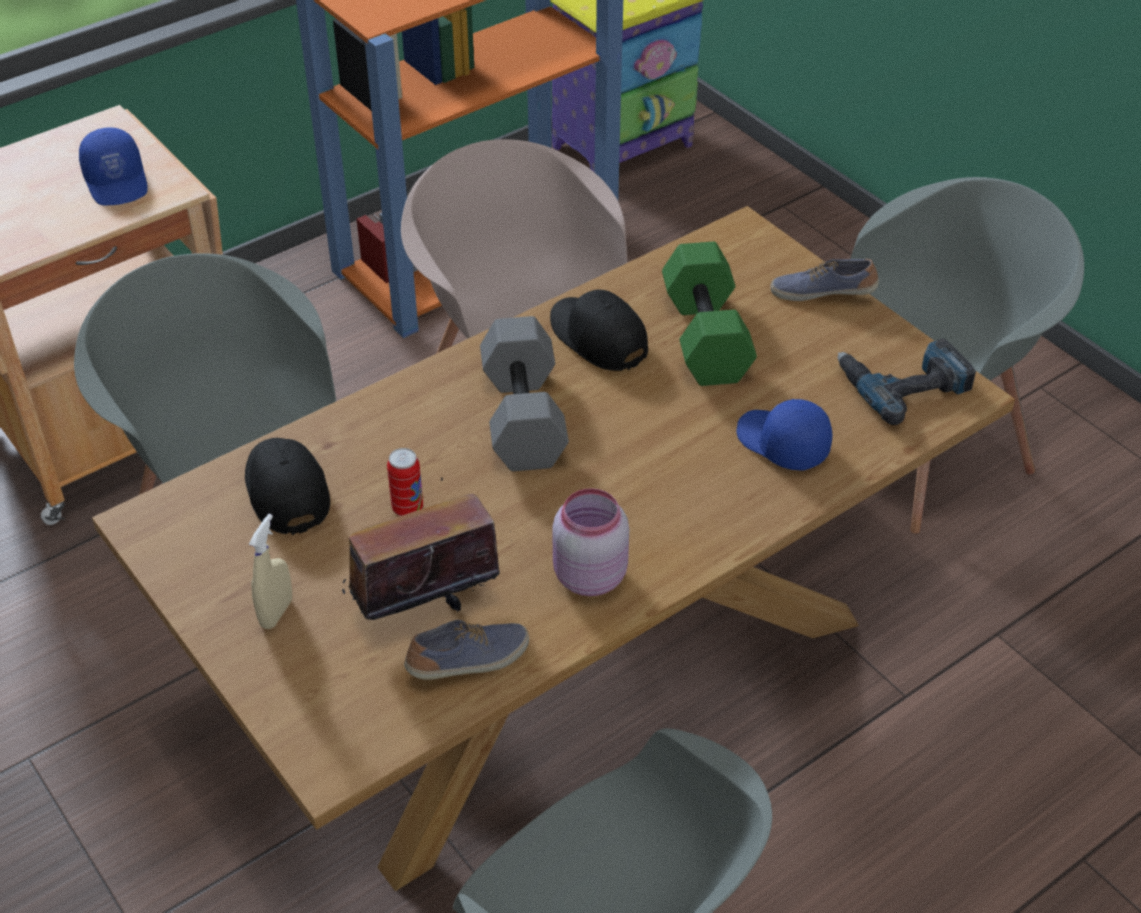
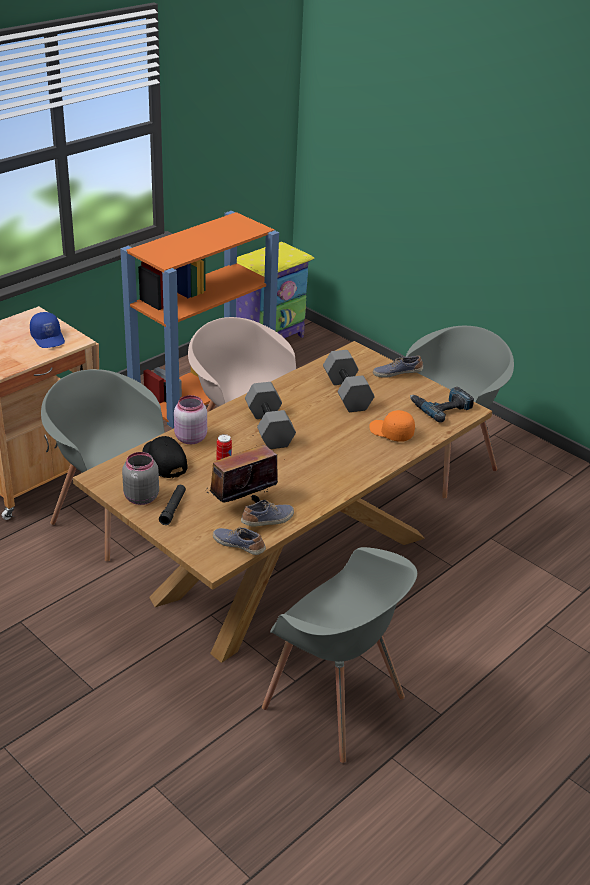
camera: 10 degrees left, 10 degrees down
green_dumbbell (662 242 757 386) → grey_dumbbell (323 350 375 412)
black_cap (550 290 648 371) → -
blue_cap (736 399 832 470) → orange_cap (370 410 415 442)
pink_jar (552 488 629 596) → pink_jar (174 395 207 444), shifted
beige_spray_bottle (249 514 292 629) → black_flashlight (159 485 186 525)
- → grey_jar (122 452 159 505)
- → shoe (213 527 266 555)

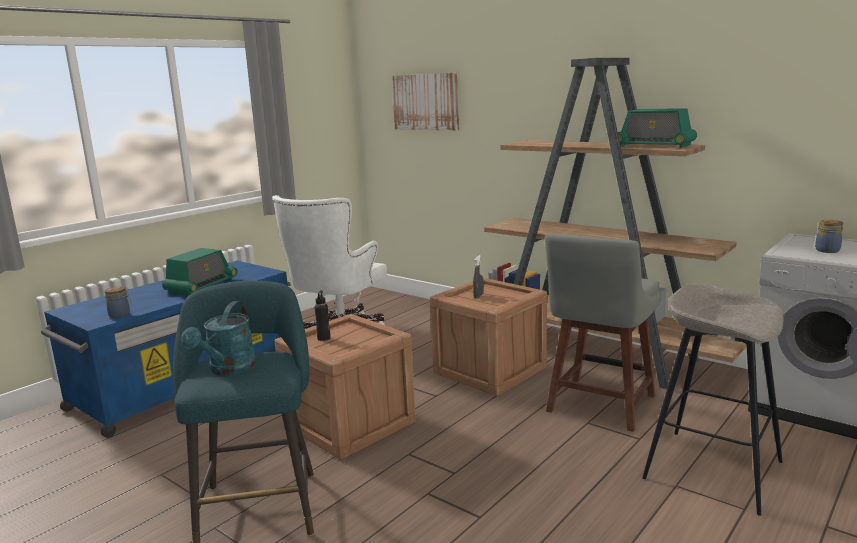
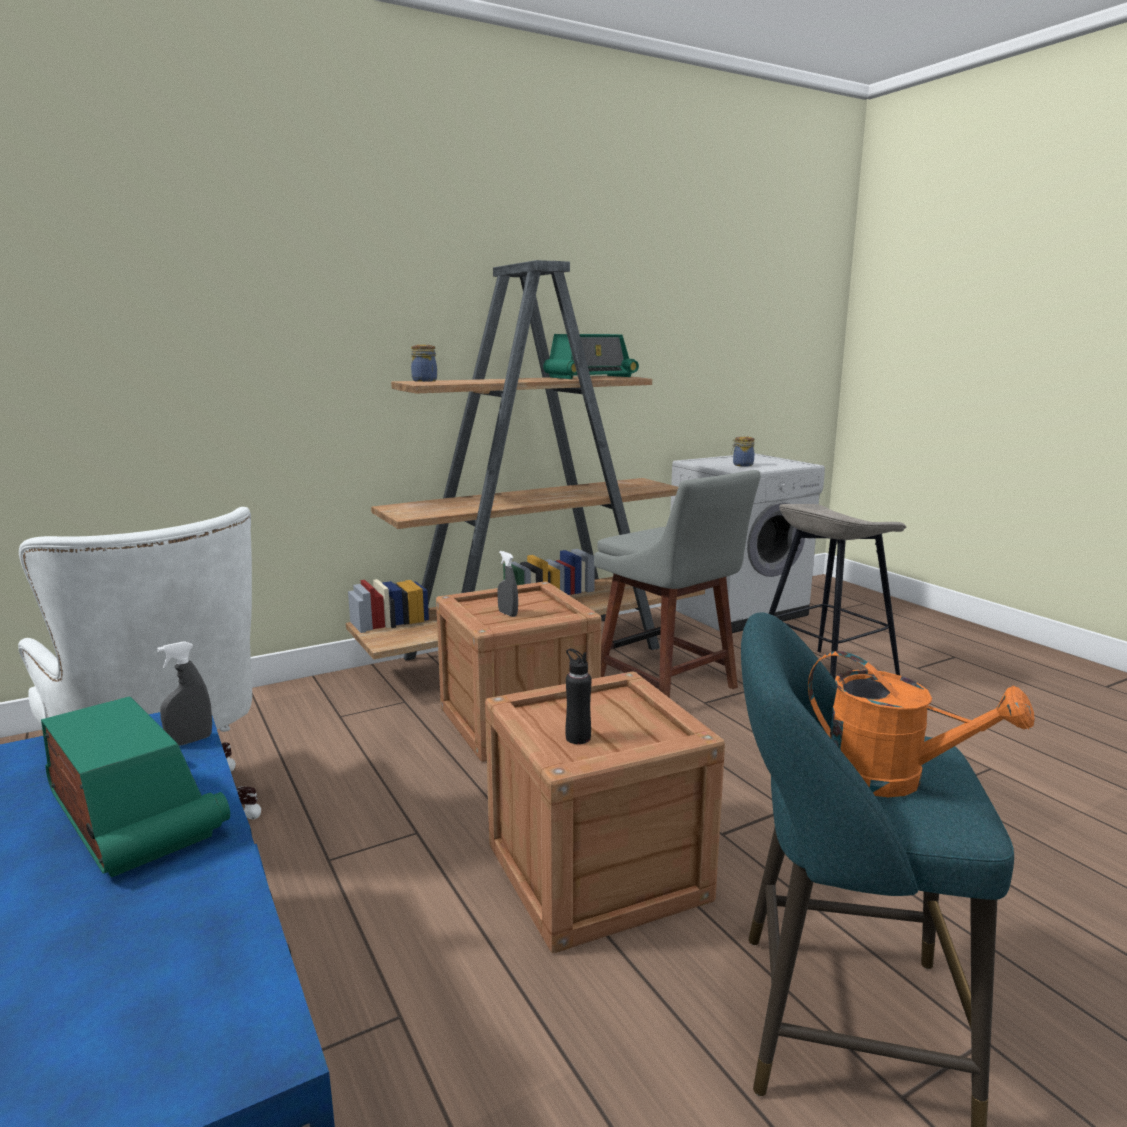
camera: 70 degrees left, 0 degrees up
picture (392 72 459 130) → -
jar (105 286 131 318) → jar (411 345 437 382), shifted
turquoise_watering_can (181 301 256 376) → orange_watering_can (808 651 1035 797)
- → grey_spray_bottle (157 641 212 746)

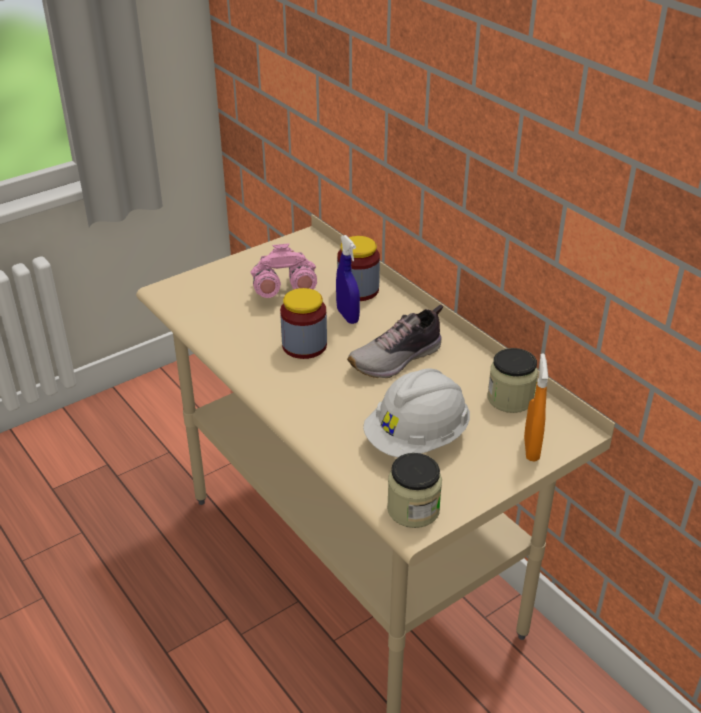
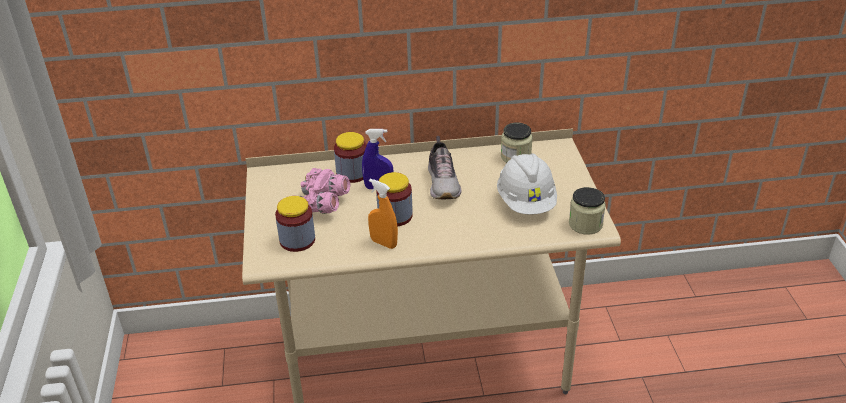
camera: 60 degrees left, 0 degrees up
orange_spray_bottle (524 353 548 461) → orange_spray_bottle (368 179 398 249), shifted
- → jar (275 196 315 252)

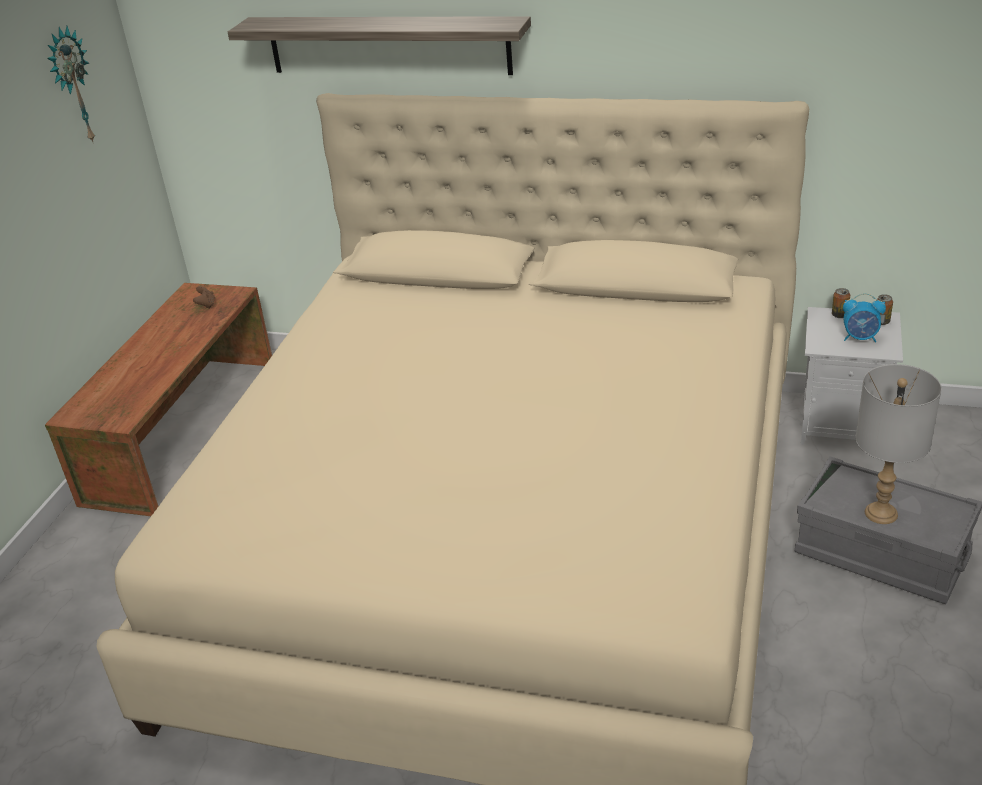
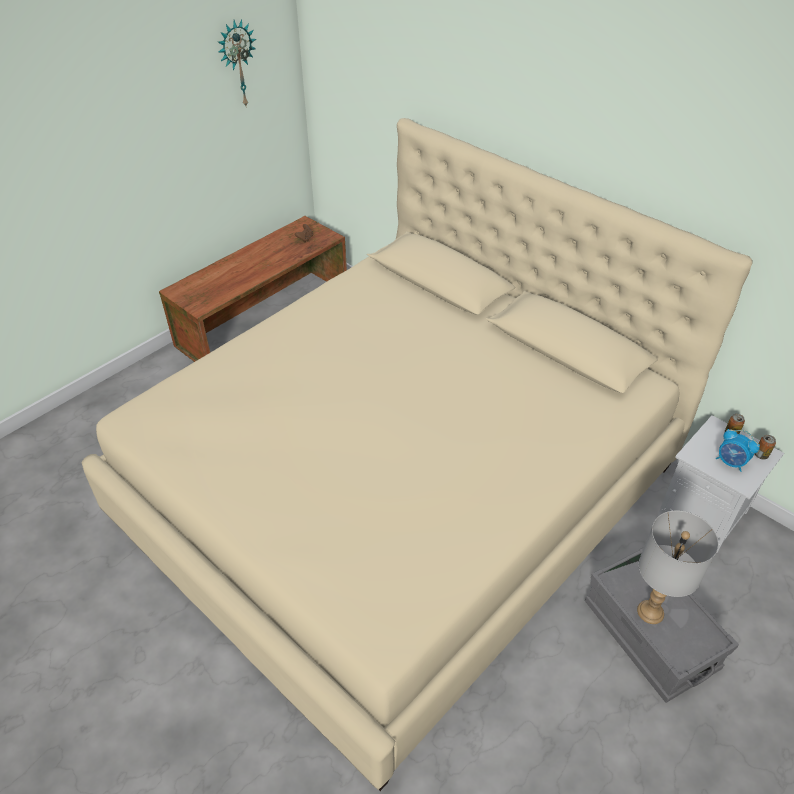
camera: 25 degrees right, 10 degrees up
shelf (228 16 531 75) → -

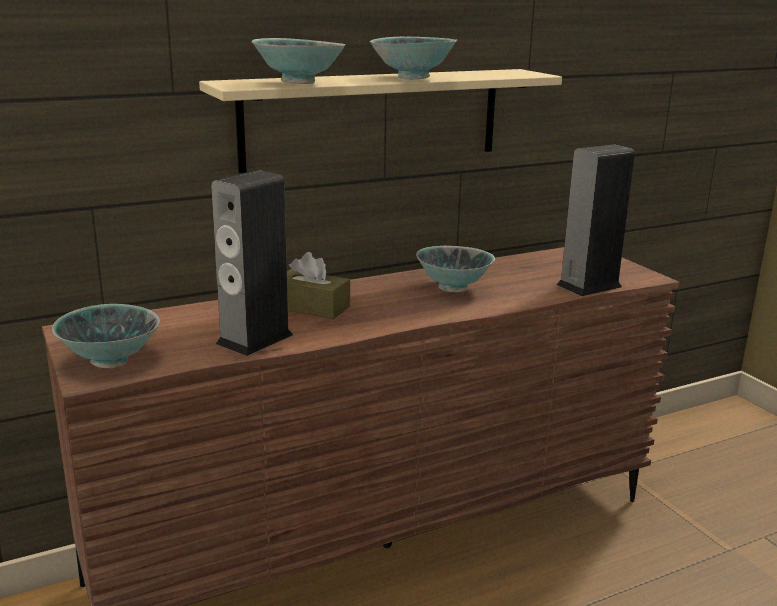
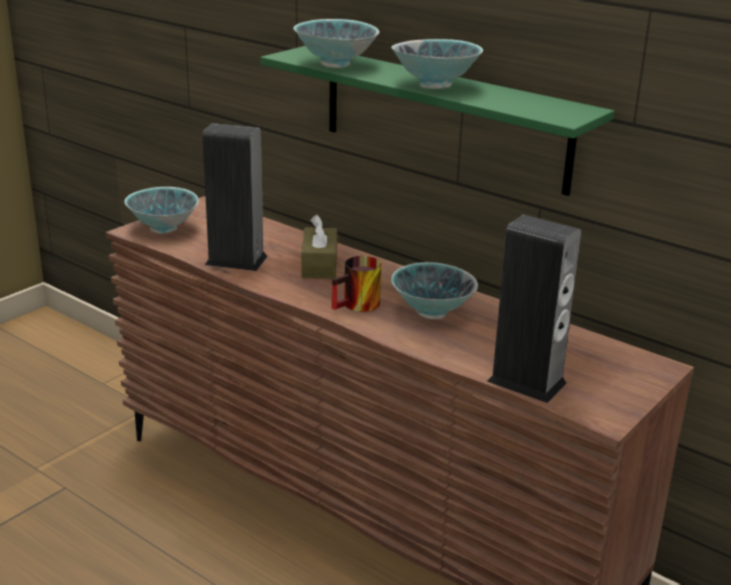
camera: 65 degrees right, 5 degrees up
beige_shelf (199 69 562 173) → green_shelf (260 46 615 196)
- → mug (332 256 381 312)

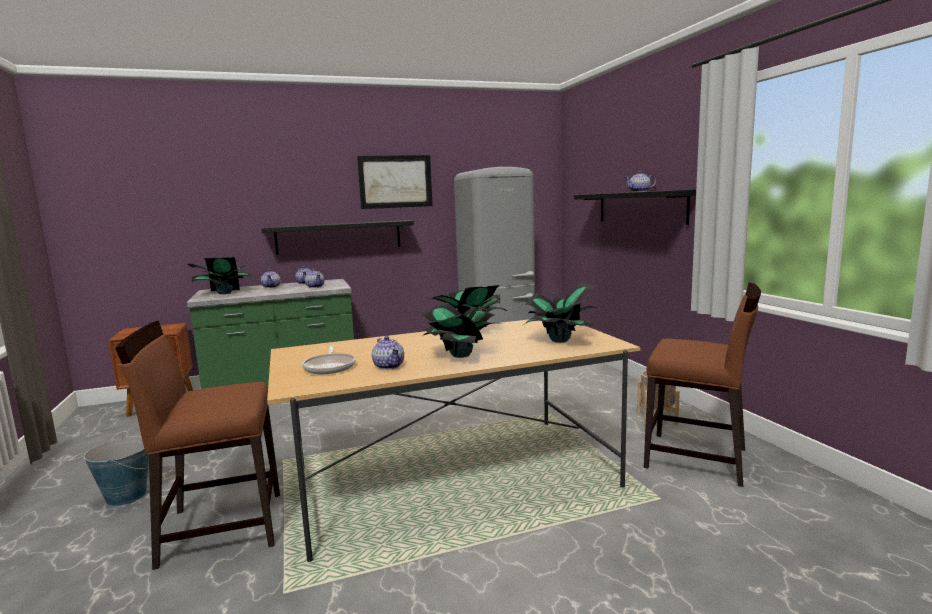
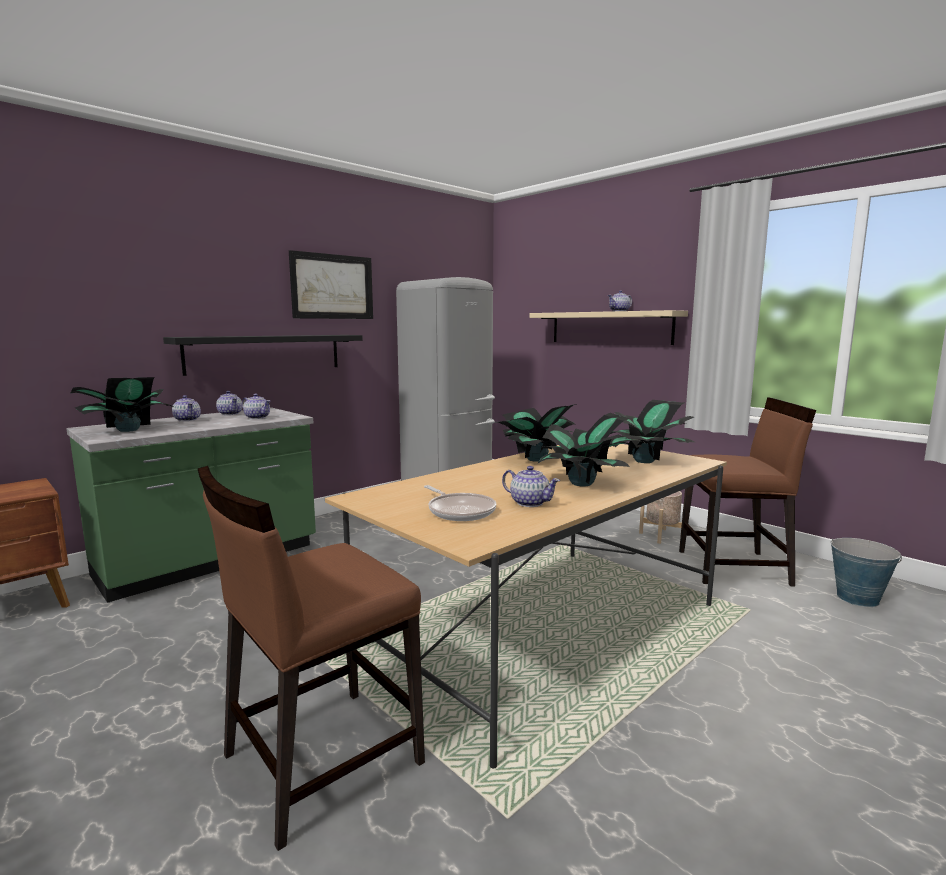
camera: 25 degrees left, 0 degrees up
black_shelf (574 190 696 225) → beige_shelf (530 310 688 345)
bucket (84 435 149 506) → bucket (831 538 902 607), shifted

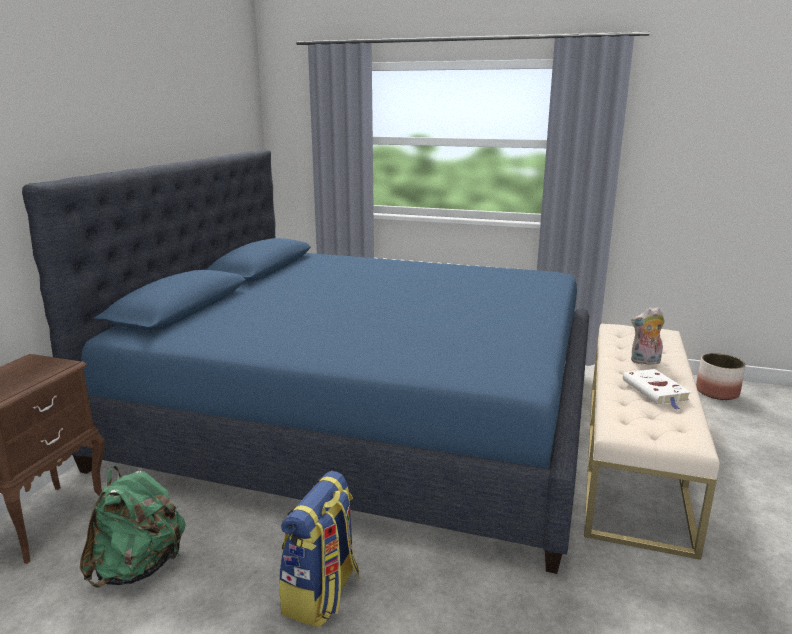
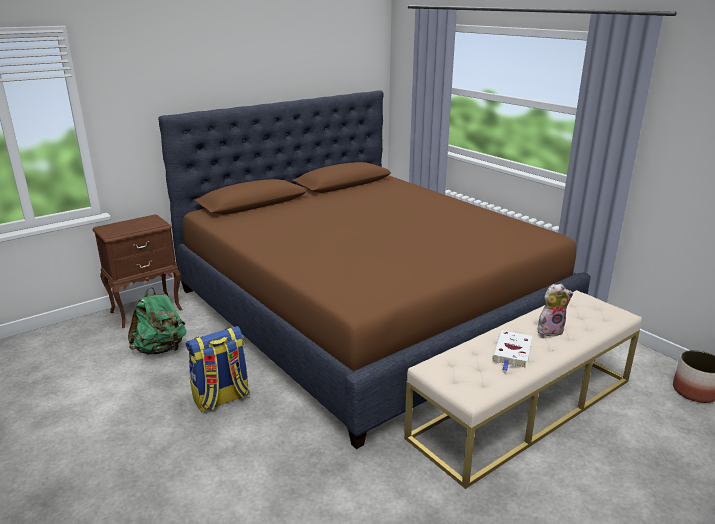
camera: 35 degrees right, 5 degrees up
blue_bed (22 149 589 574) → brown_bed (158 90 591 449)
plush_toy (631 307 665 365) → plush_toy (538 284 573 337), 135 degrees clockwise

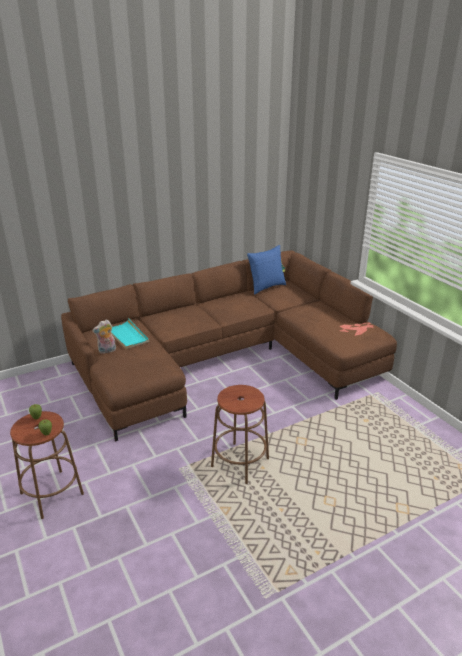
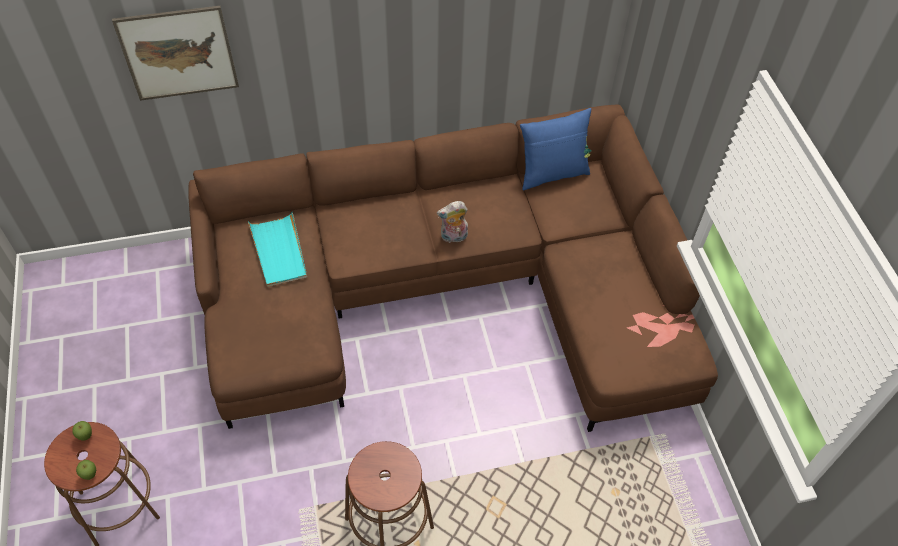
camera: 15 degrees right, 25 degrees up
plush_toy (92 319 116 354) → plush_toy (437 201 468 243), shifted
- → picture (112 6 239 101)

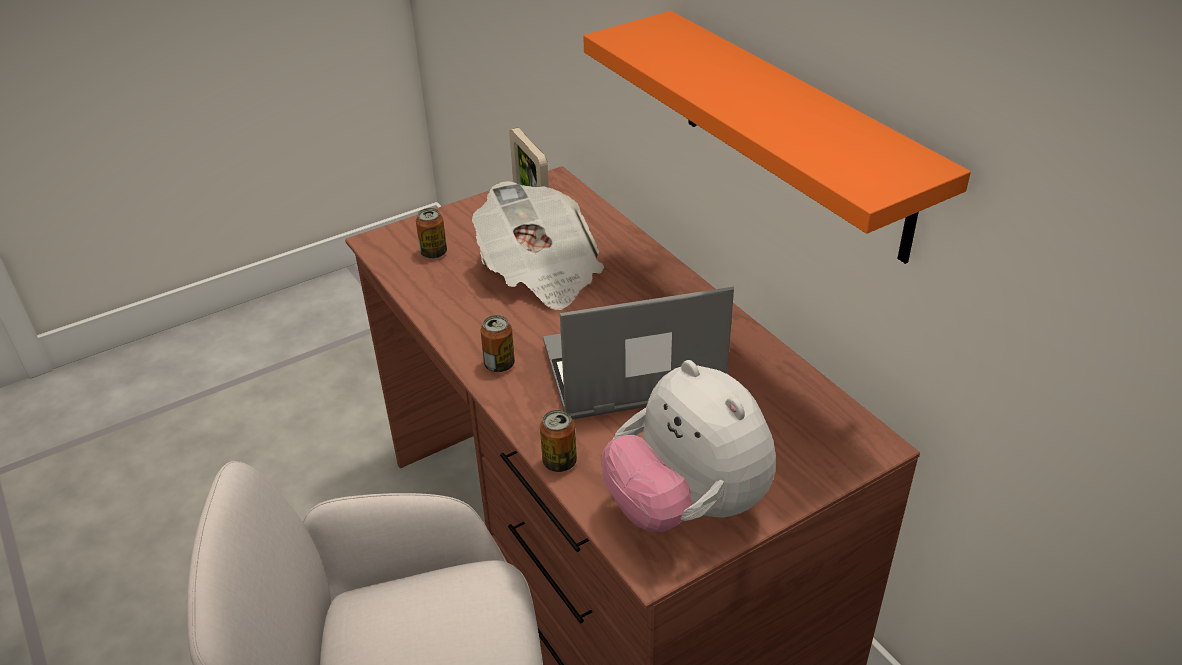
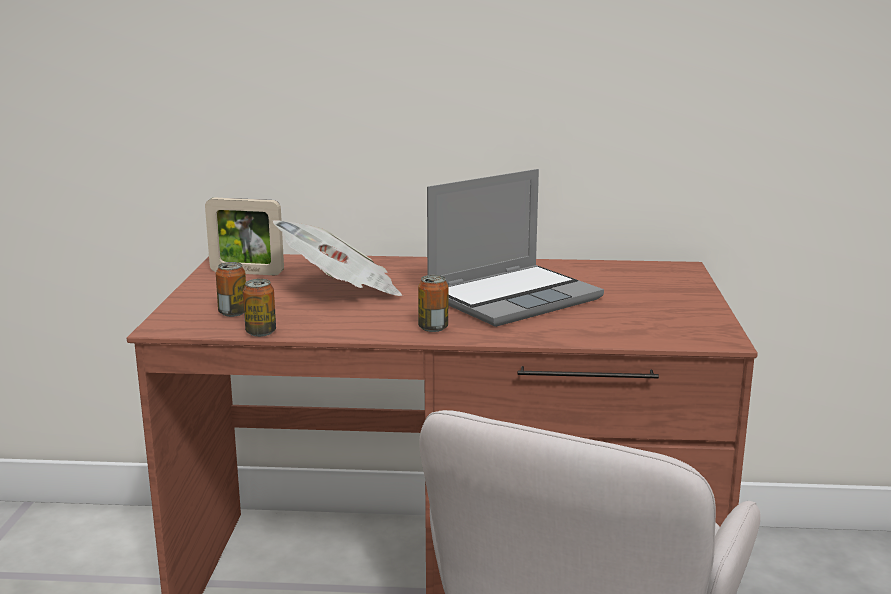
camera: 55 degrees left, 20 degrees down
orange_shelf (583 11 971 264) → -
laptop (543 287 734 419) → laptop (427 169 604 327), 150 degrees counterclockwise
plush_toy (602 360 776 532) → -
can (540 410 577 472) → can (243 279 276 337), shifted

